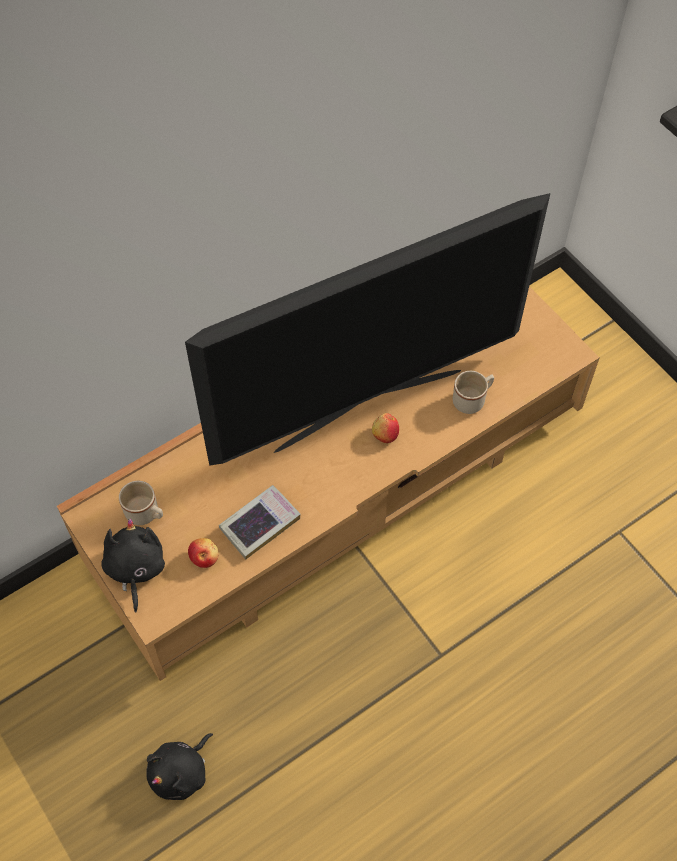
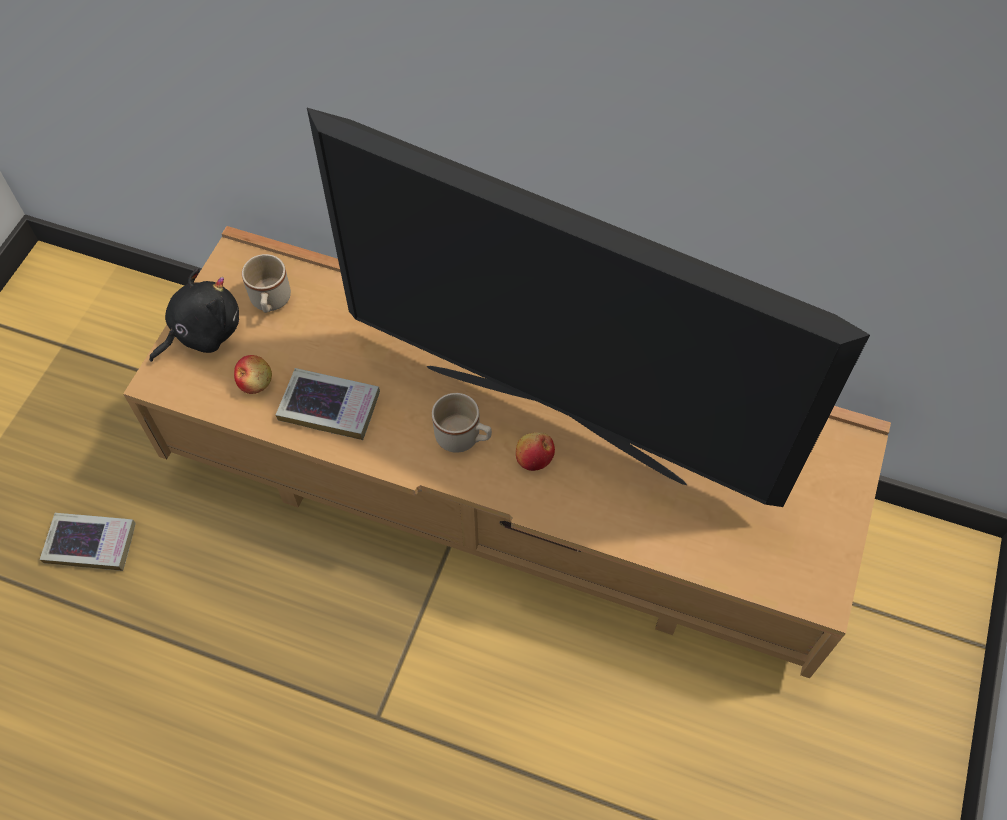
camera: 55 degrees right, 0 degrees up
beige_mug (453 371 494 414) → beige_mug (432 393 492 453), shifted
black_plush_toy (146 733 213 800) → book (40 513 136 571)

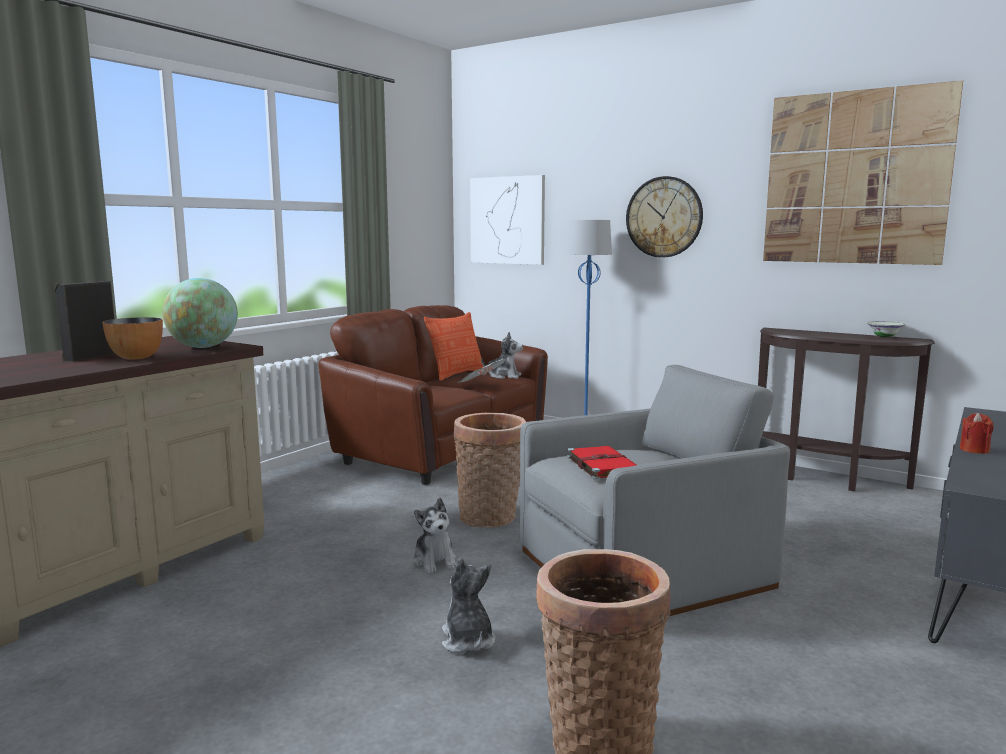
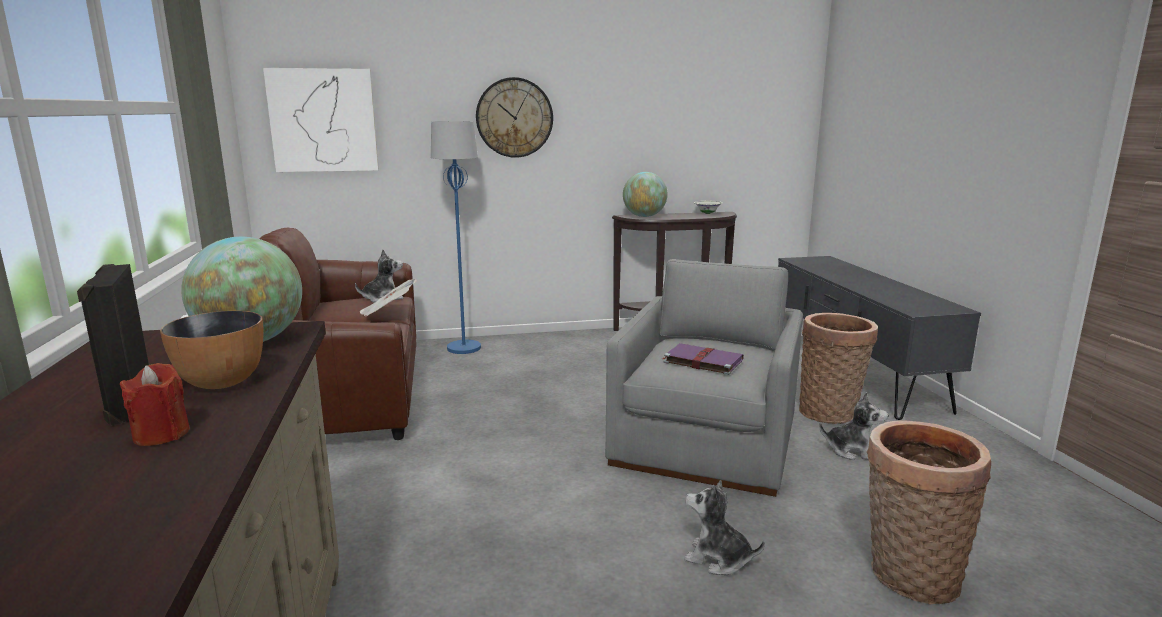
camera: 45 degrees left, 5 degrees up
picture (763 80 963 265) → -
orange_pillow (424 312 484 381) → -
basket (454 413 526 528) → basket (799 313 878 424), shifted
red_candle (960 413 994 454) → red_candle (120 363 190 446), shifted
red_book (567 446 636 480) → purple_book (663 343 744 375)
plush_toy (413 498 456 574) → plush_toy (819 392 889 460), shifted
- → globe (623 172 668 217)

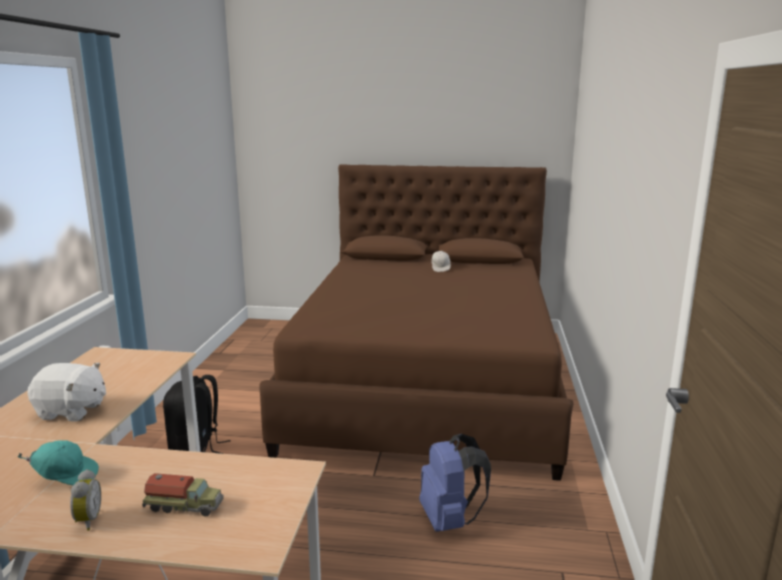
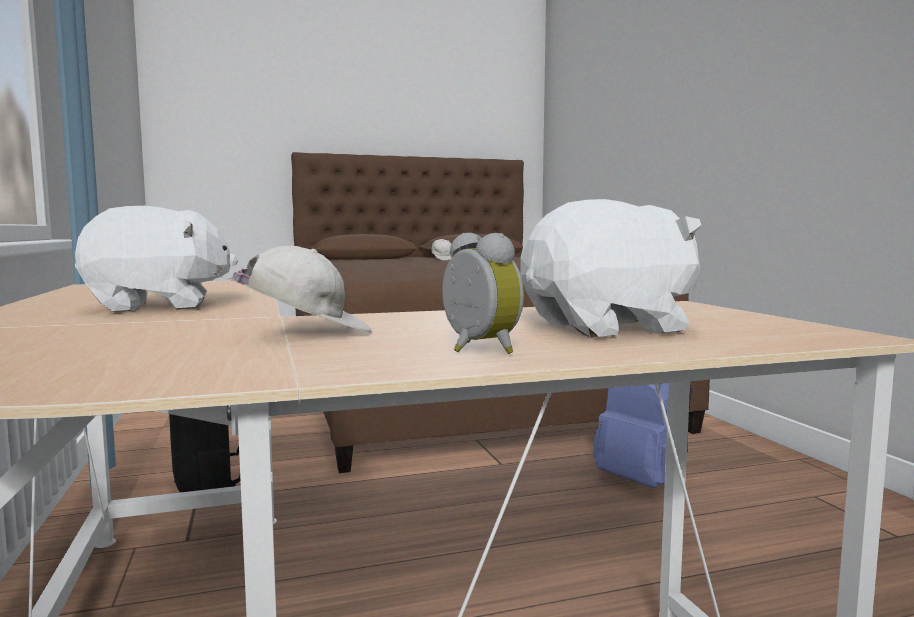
camera: 25 degrees left, 10 degrees down
turquoise_cap (18 440 99 486) → white_cap (213 246 372 333)
toy_truck (142 473 224 517) → white_plush_toy (520 199 701 337)

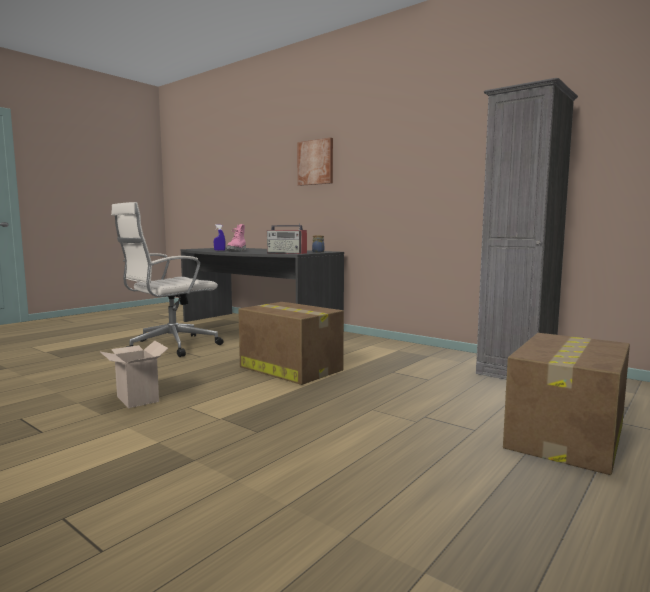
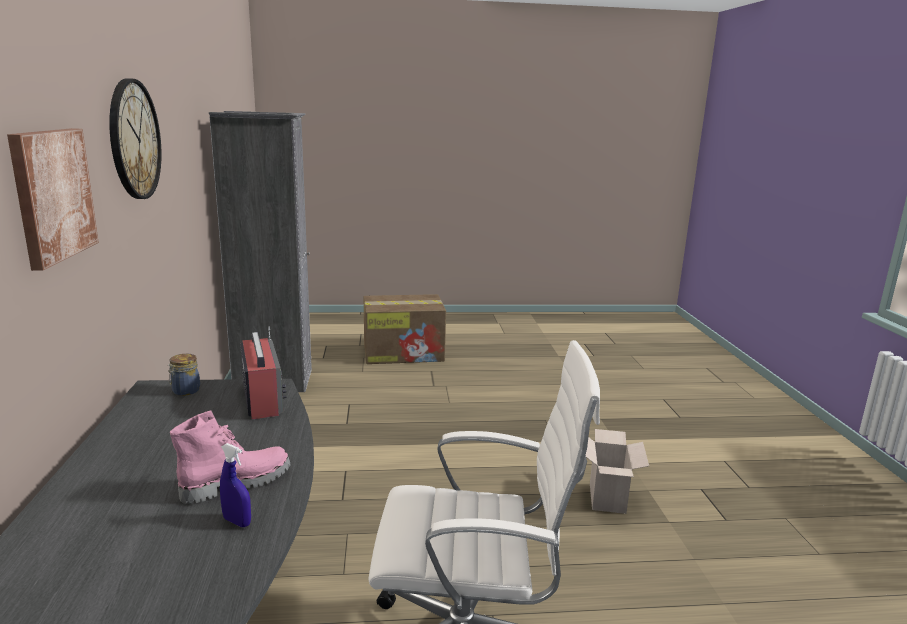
camera: 135 degrees left, 10 degrees up
cardboard_box (238 302 344 385) → -
- → wall_clock (109 78 162 199)

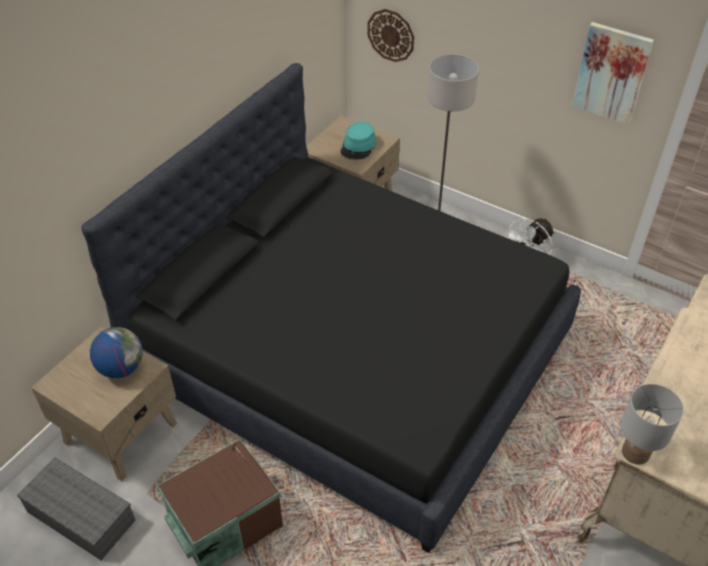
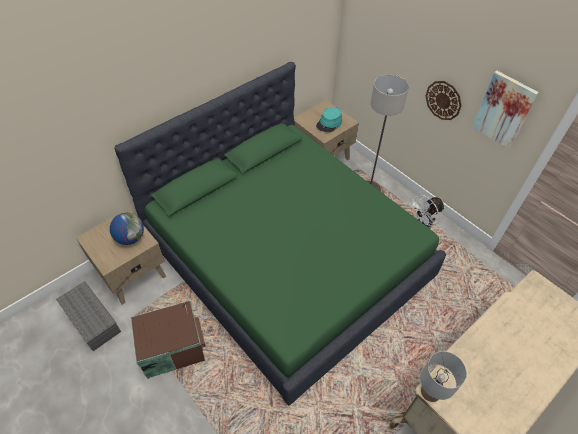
camera: 15 degrees right, 5 degrees up
wall_clock (367 9 414 62) → wall_clock (426 81 461 120), shifted
black_bed (81 63 581 553) → green_bed (114 62 446 406)

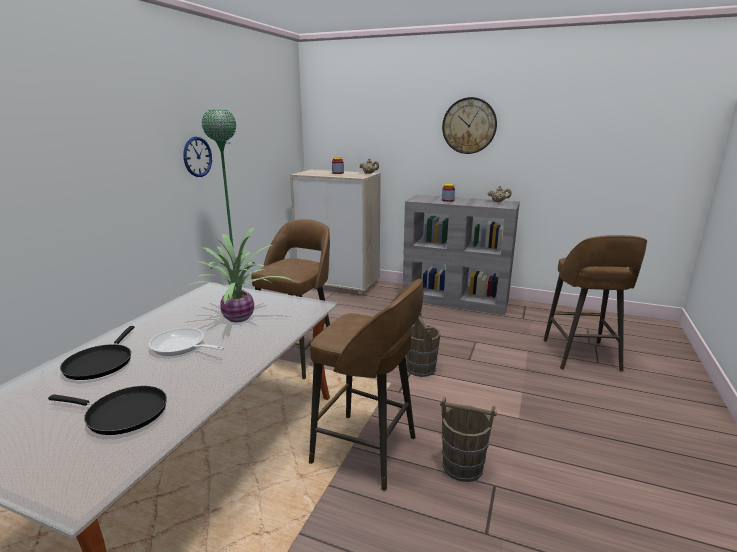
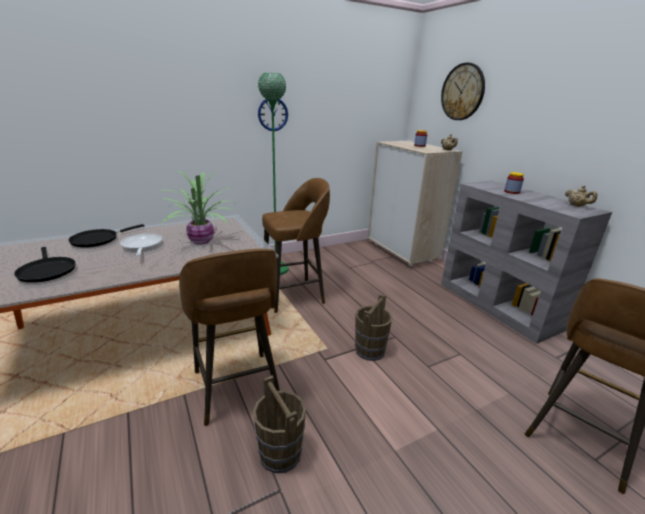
camera: 40 degrees right, 5 degrees up
wall_clock (442 97 497 154) → wall_clock (441 63 485 120), shifted

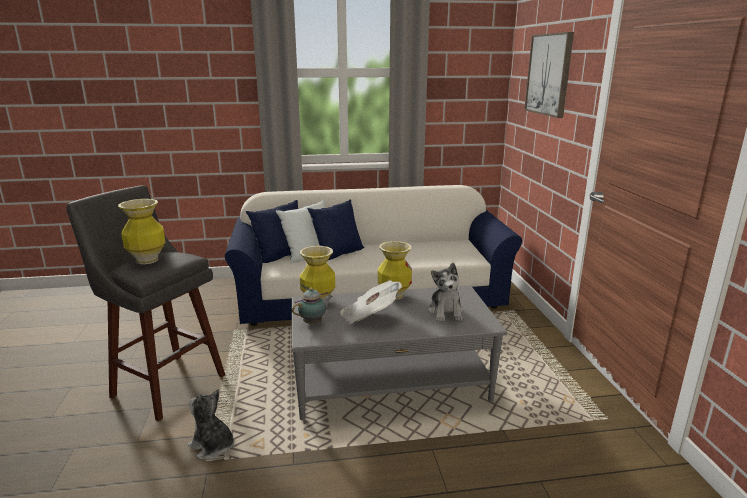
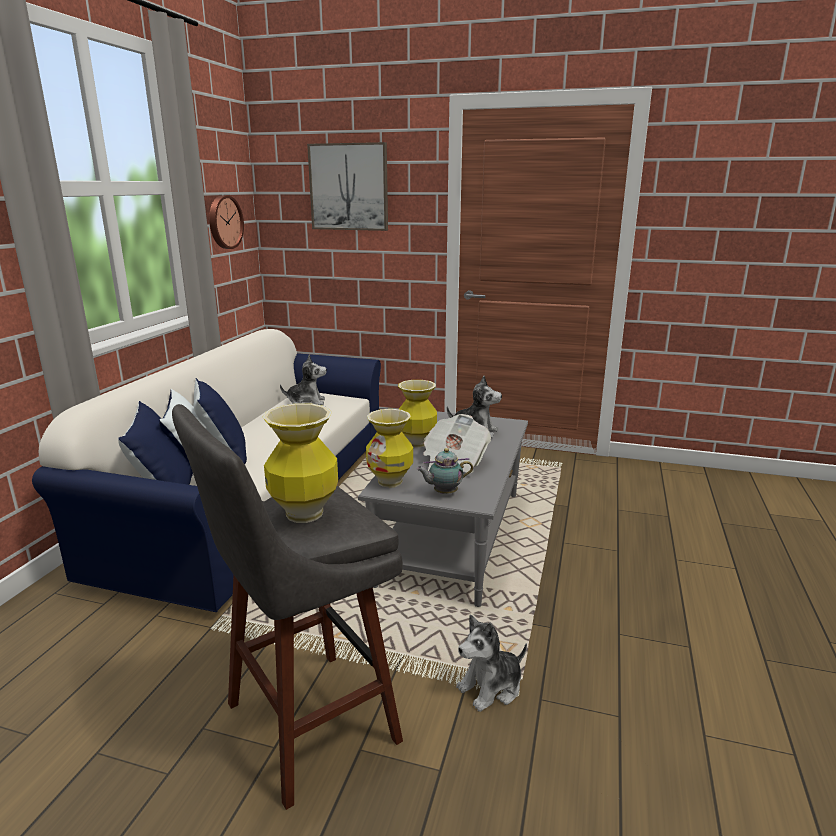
camera: 65 degrees left, 0 degrees up
teapot (292 288 333 324) → teapot (416 448 473 494), 90 degrees counterclockwise
- → wall_clock (209 195 244 249)
- → plush_toy (280 355 327 405)

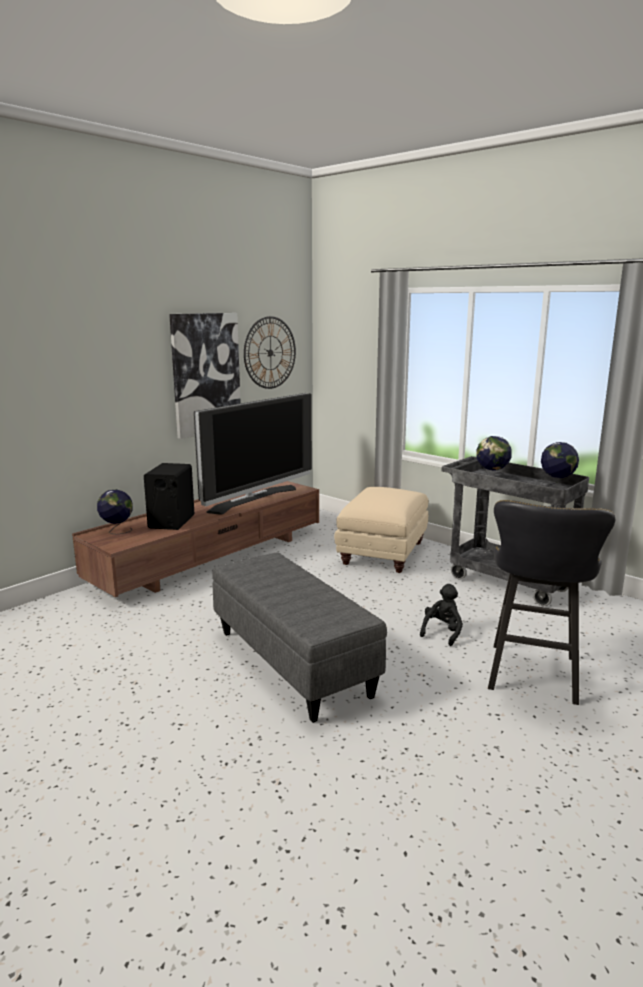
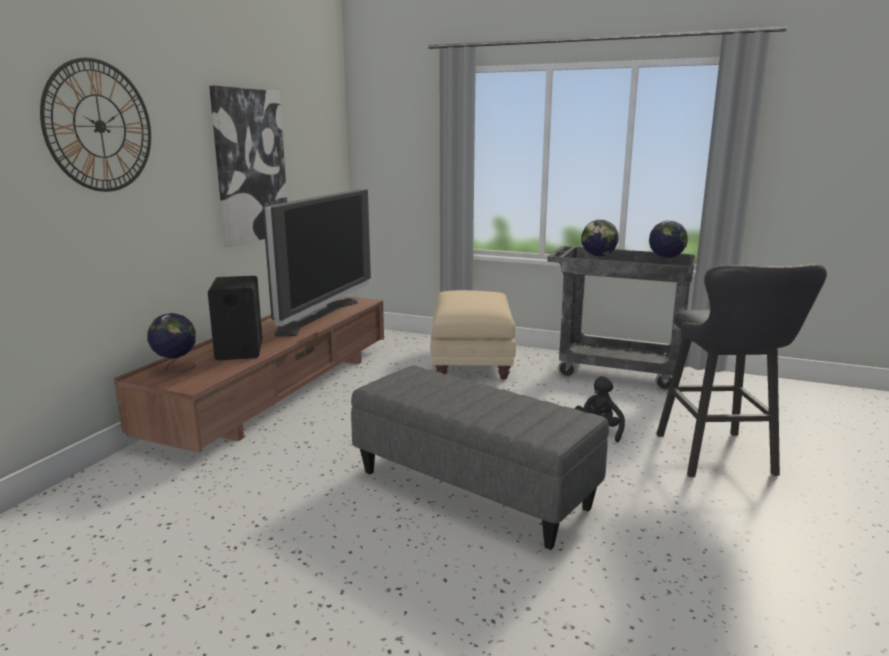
camera: 20 degrees left, 0 degrees up
wall_clock (244 316 296 389) → wall_clock (40 57 151 192), shifted

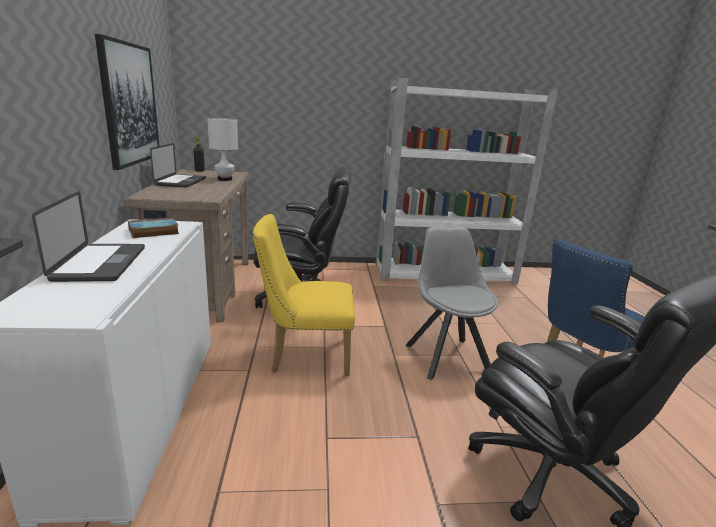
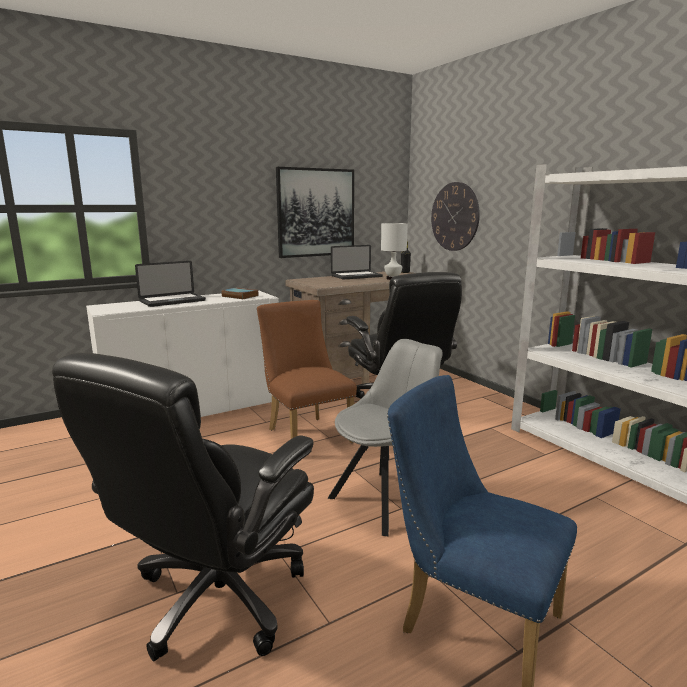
camera: 65 degrees right, 5 degrees down
yellow_chair (253 214 355 376) → brown_chair (257 300 357 443)
- → wall_clock (431 182 480 251)

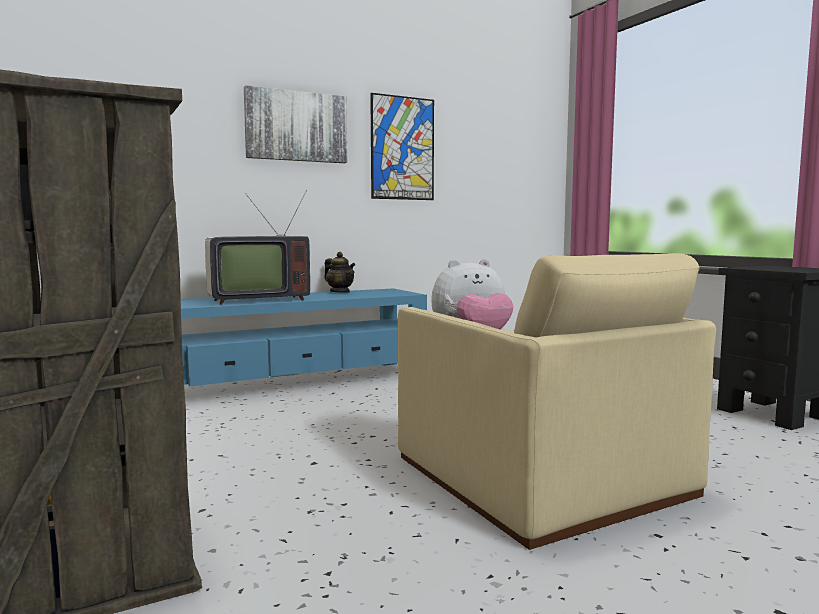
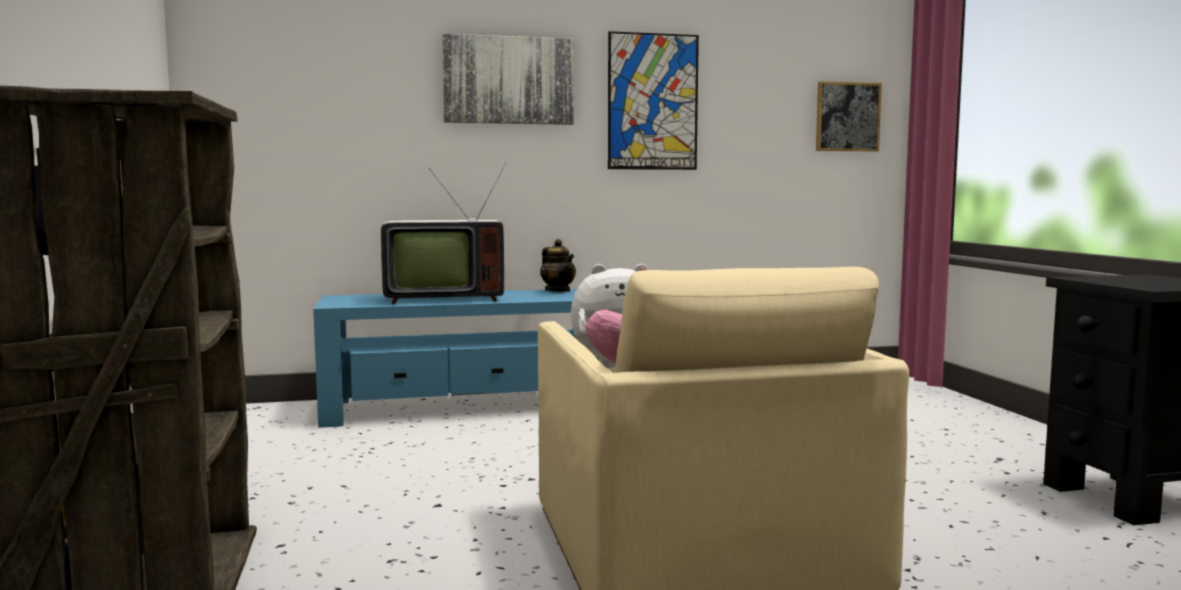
camera: 15 degrees right, 0 degrees up
- → picture (816 81 882 151)

